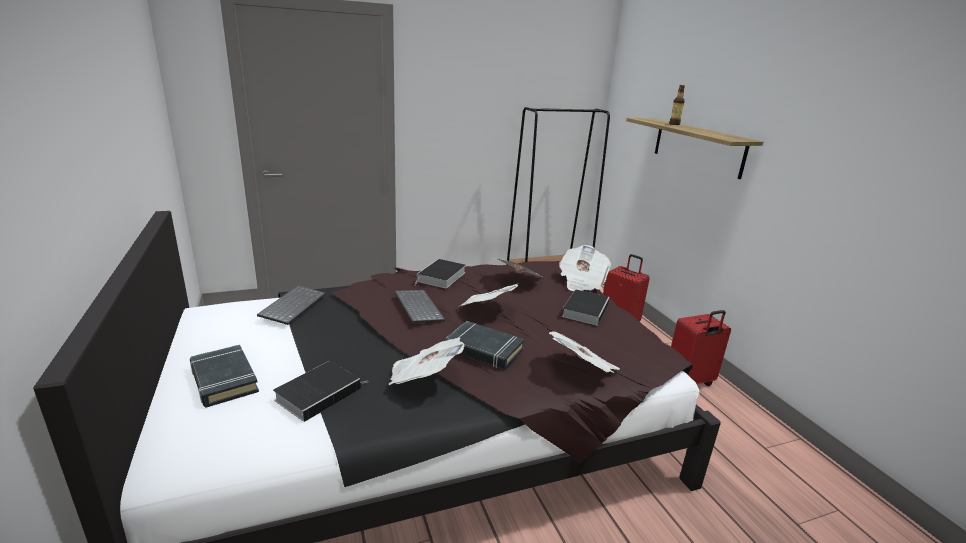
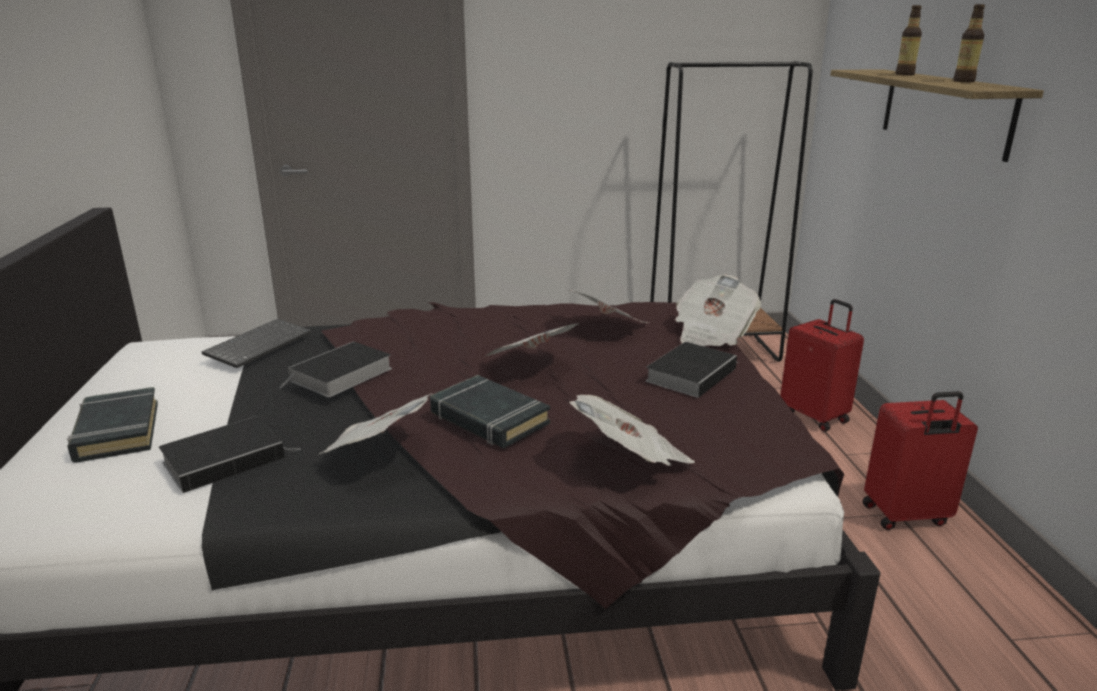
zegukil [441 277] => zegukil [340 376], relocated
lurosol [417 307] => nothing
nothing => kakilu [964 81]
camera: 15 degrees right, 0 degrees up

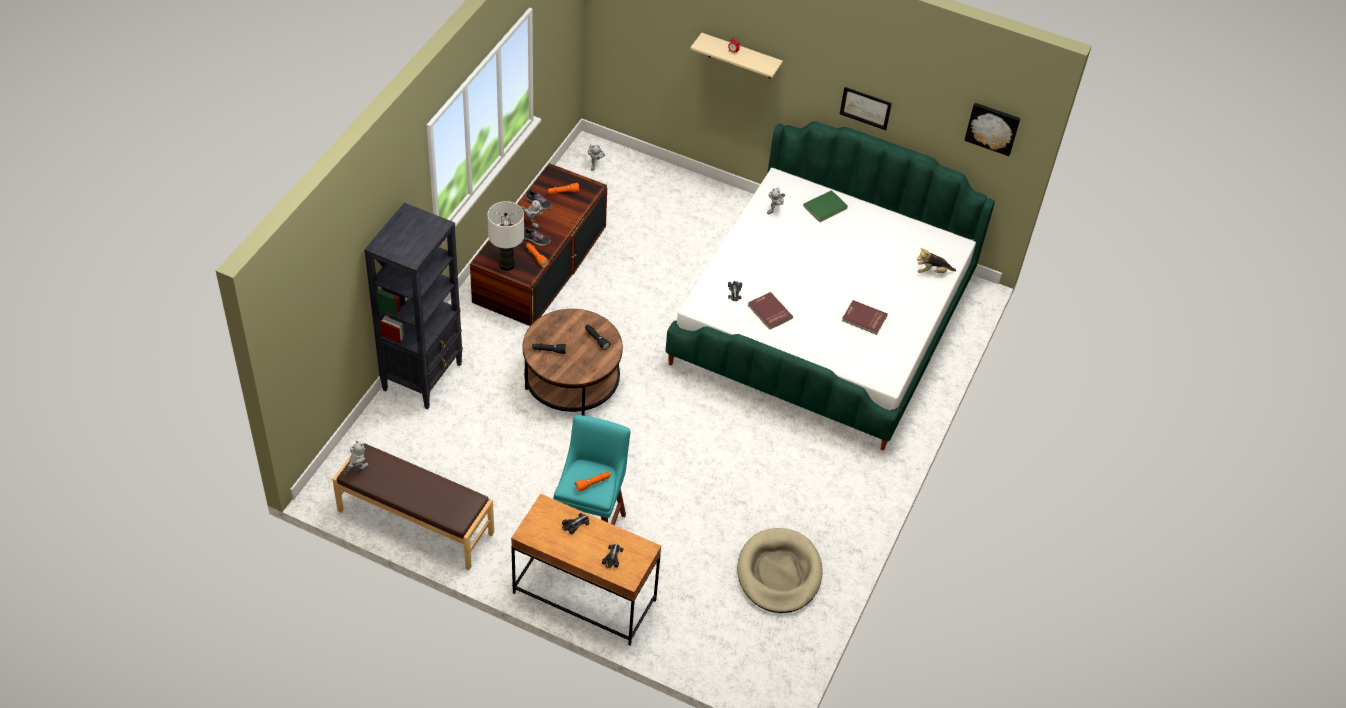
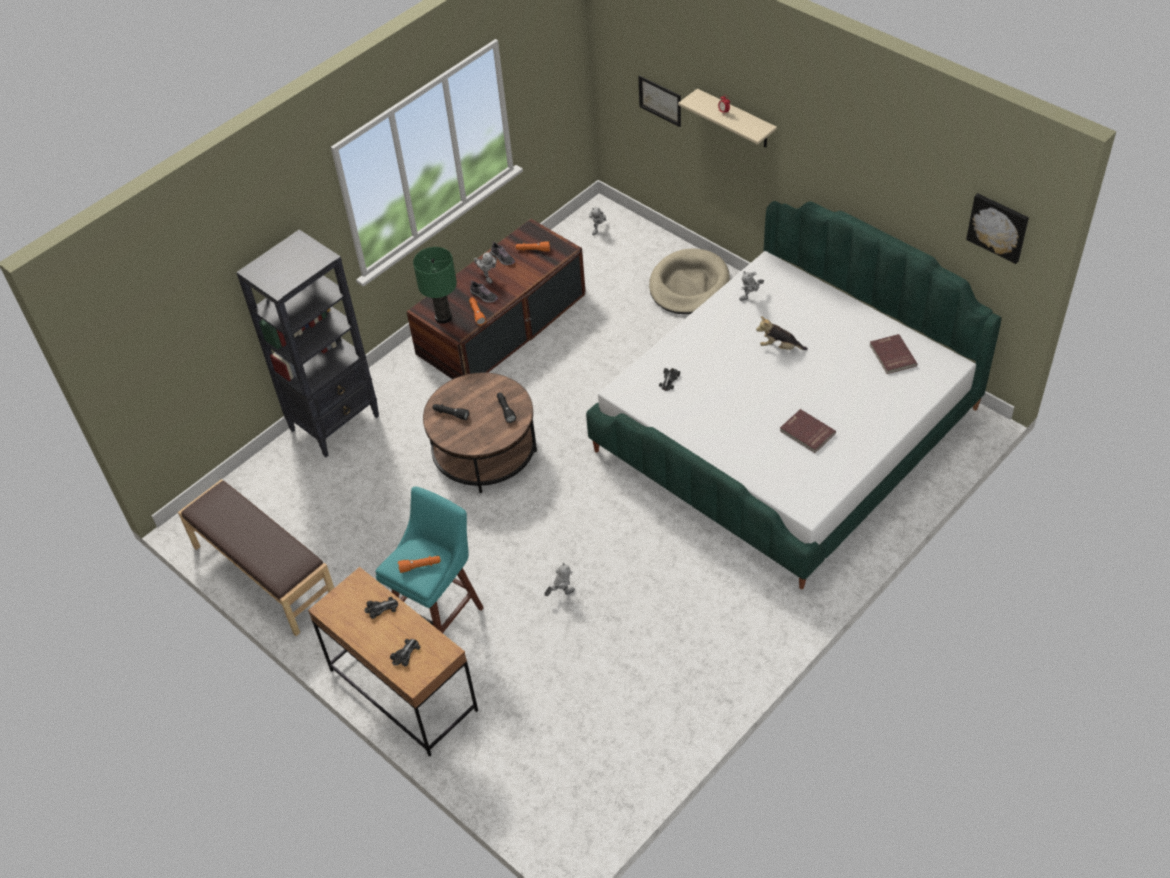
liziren [865 108] => liziren [660 100], relocated
green zegukil [825 208] => nothing
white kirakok [506 264] => green kirakok [443 317]
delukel [932 271] => delukel [779 347], relocated
red zegukil [769 312] => red zegukil [892 355], relocated
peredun [357 470] => peredun [561 593], relocated
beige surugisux [779 573] => beige surugisux [689 285], relocated
camera: 25 degrees right, 0 degrees up

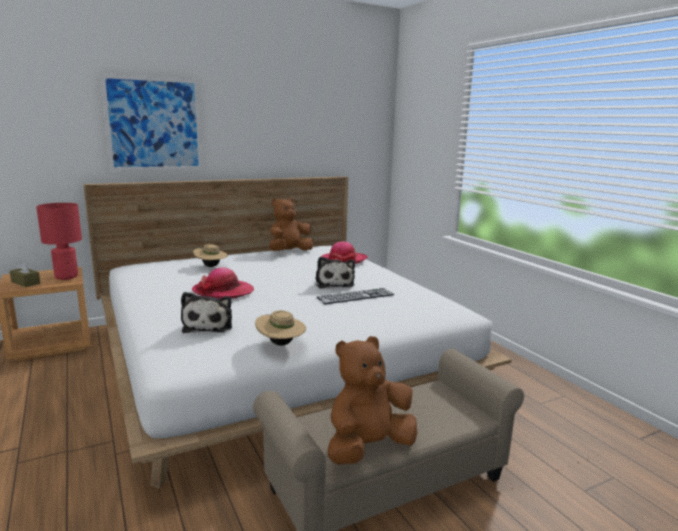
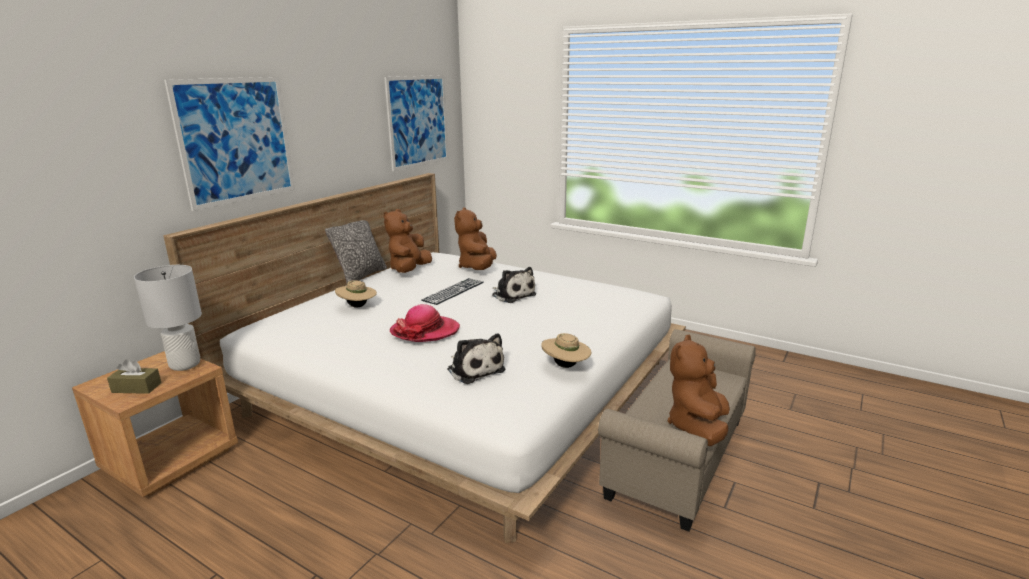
red kirakok [66 278] => grey kirakok [185 366]
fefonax [343 260] => brown delukel [477 268]
lurosol [355 296] => lurosol [453 291], relocated
nothing => liziren [418 121]
nothing => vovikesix [361 276]
camera: 30 degrees left, 5 degrees up

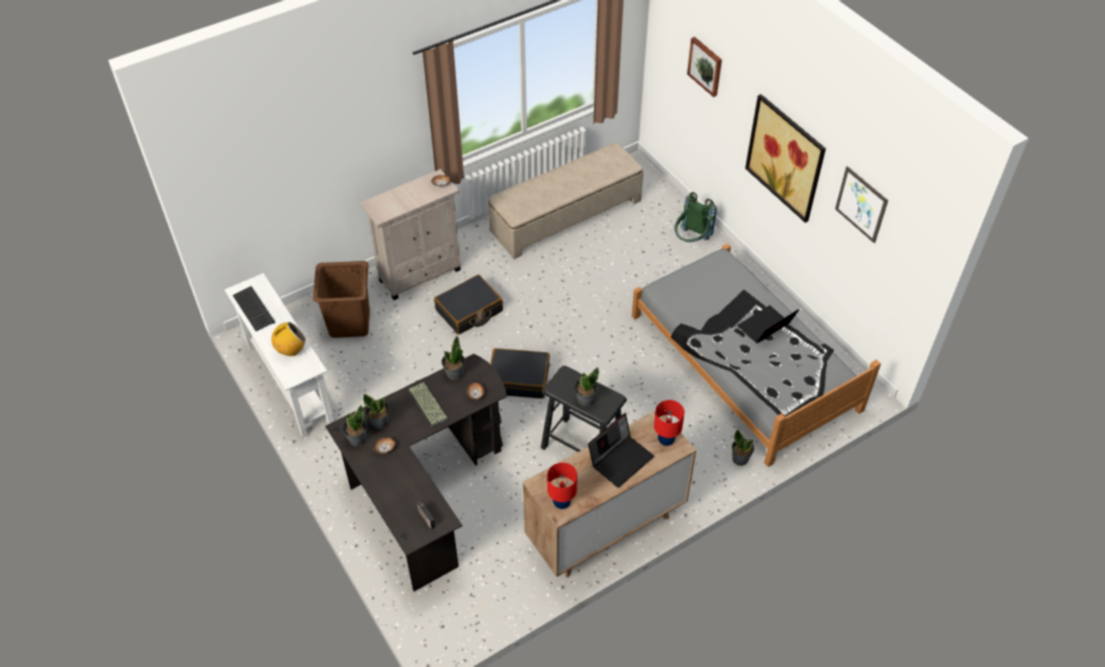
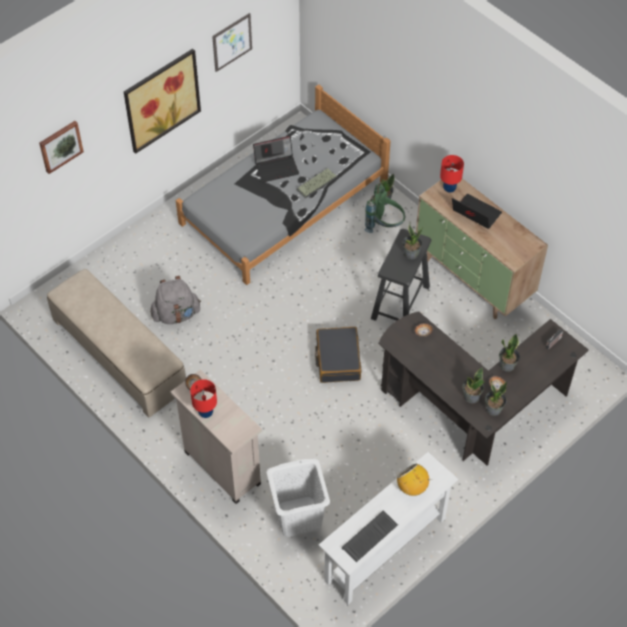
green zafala [691 241] => green zafala [384 225], relocated
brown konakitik [349 323] => white konakitik [298 517]
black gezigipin [469 311] => nothing
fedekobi [765 328] => fedekobi [277 167], 60 degrees counterclockwise
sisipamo [454 374] => sisipamo [507 365], relocated
lurosol [427 404] => lurosol [316 184], relocated
red kirakok [561 504] => red kirakok [206 413], relocated
nothing => grey zafala [176 314]
camera: 100 degrees left, 5 degrees up

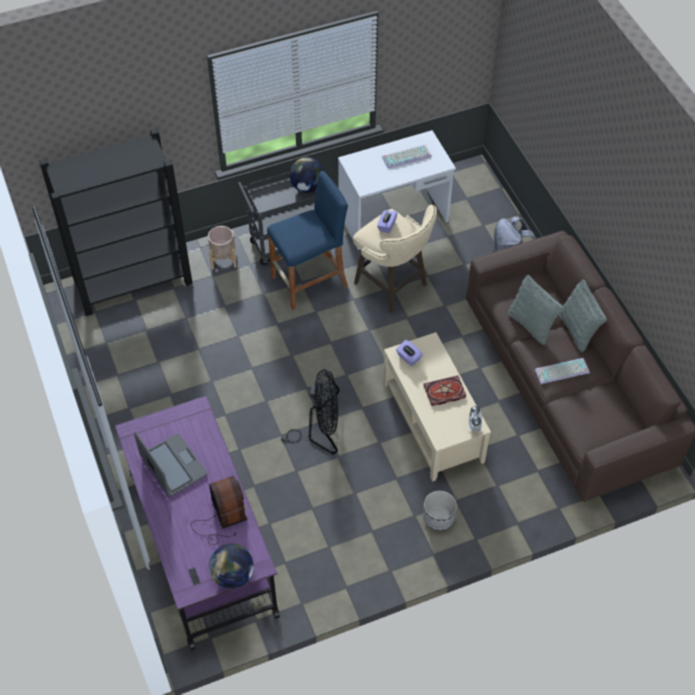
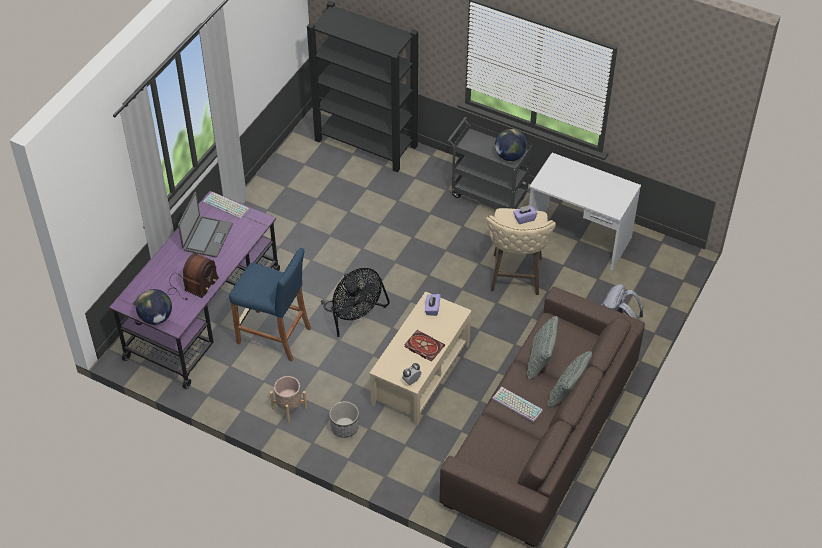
lurosol [407 156] => lurosol [227 205], relocated
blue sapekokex [309 282] => blue sapekokex [273 335], relocated
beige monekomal [223 259] => beige monekomal [289 408], relocated
camera: 50 degrees right, 5 degrees down

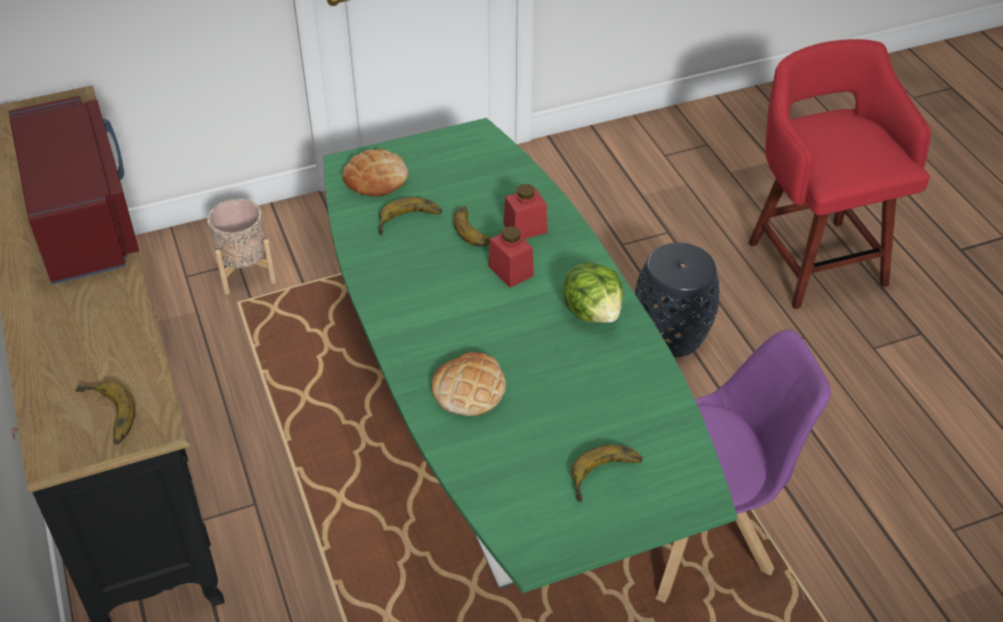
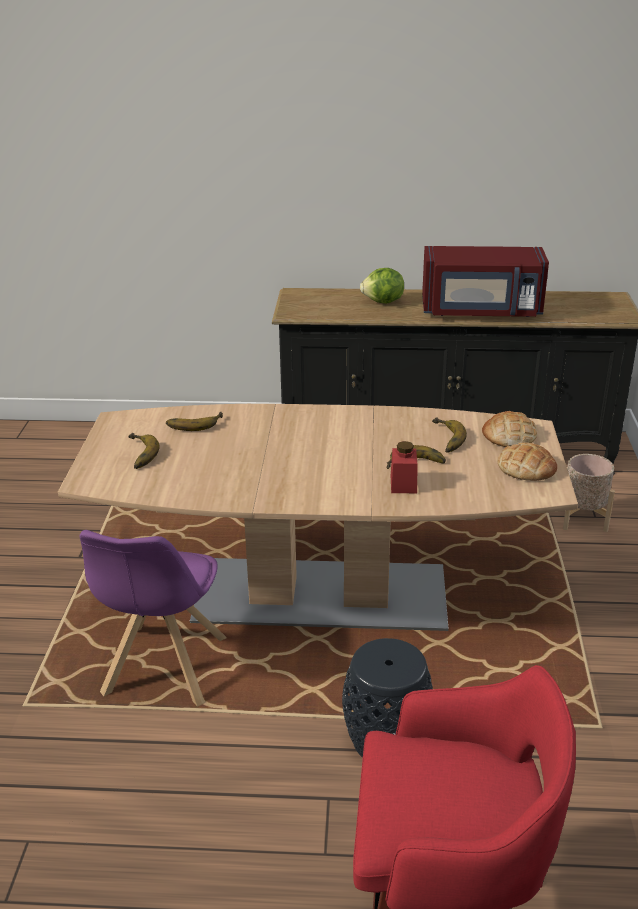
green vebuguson [501 450] => brown vebuguson [319 594]
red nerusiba [511 271] => nothing
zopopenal [593 312] => zopopenal [383 302], relocated
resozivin [469 389] => resozivin [526 468], relocated
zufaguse [104 417] => zufaguse [194 423], relocated
camera: 115 degrees right, 15 degrees down

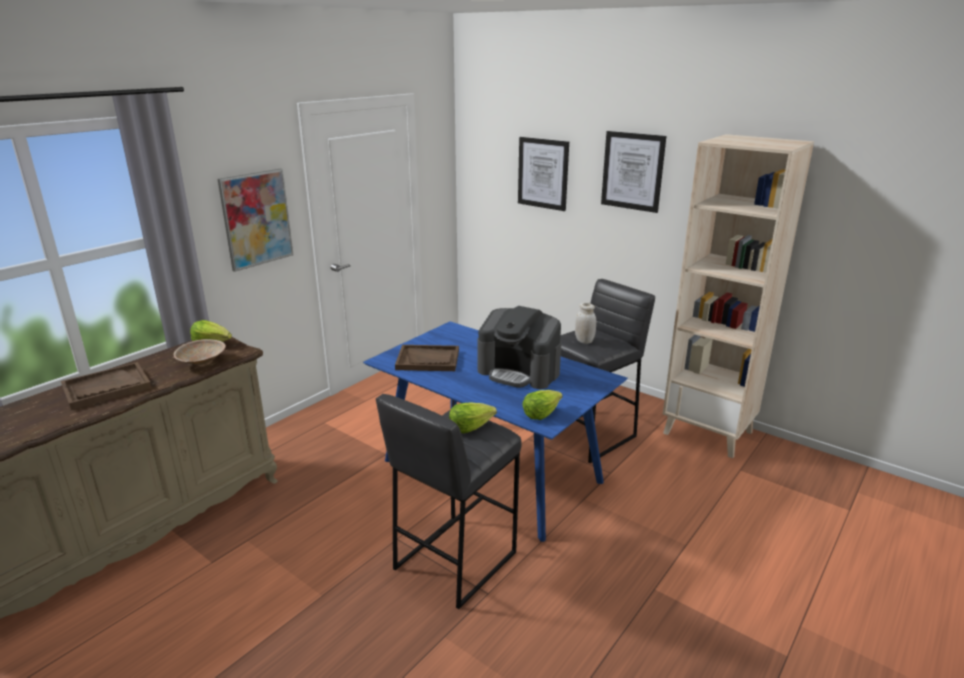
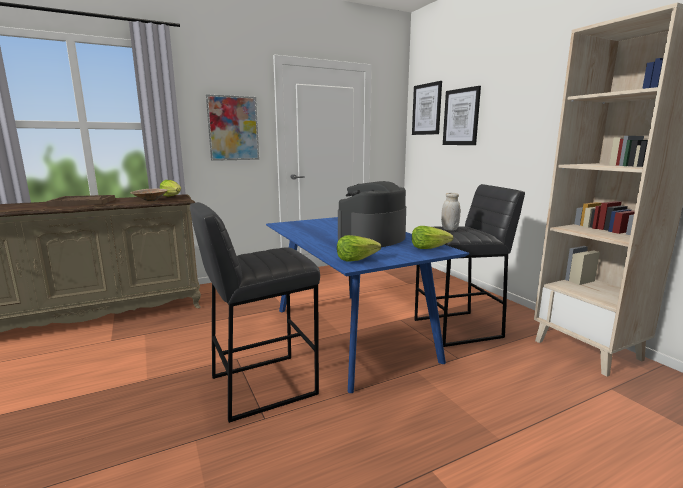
liziren [632 171] => liziren [426 109], relocated
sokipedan [519 371] => sokipedan [372 239], 75 degrees clockwise
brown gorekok [428 360] => nothing
zopopenal [470 427] => zopopenal [429 248], relocated
camera: 25 degrees right, 10 degrees down

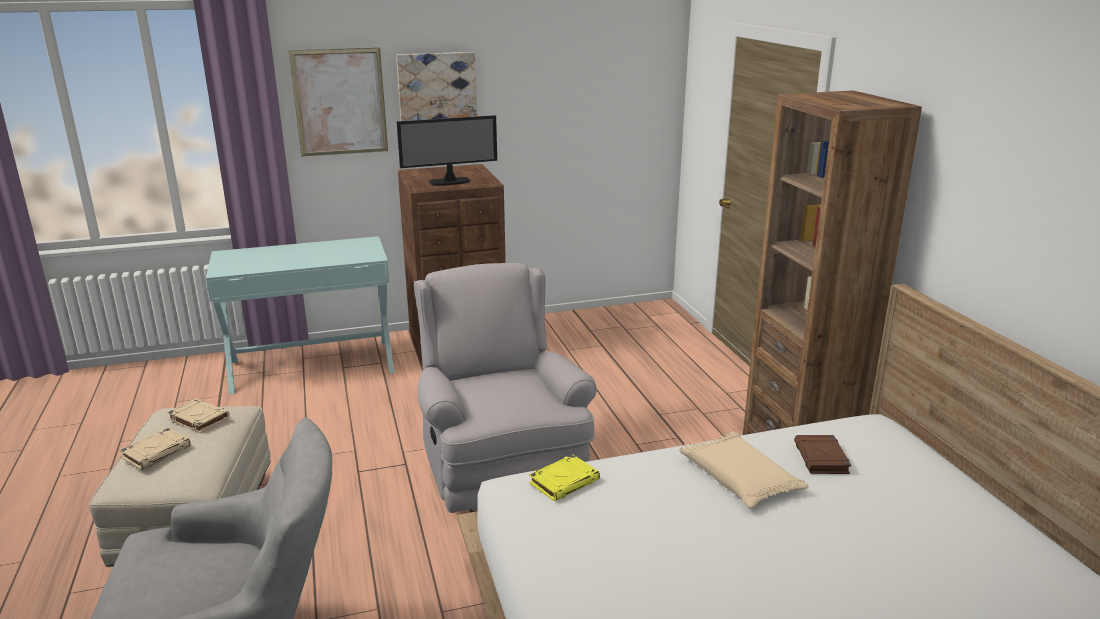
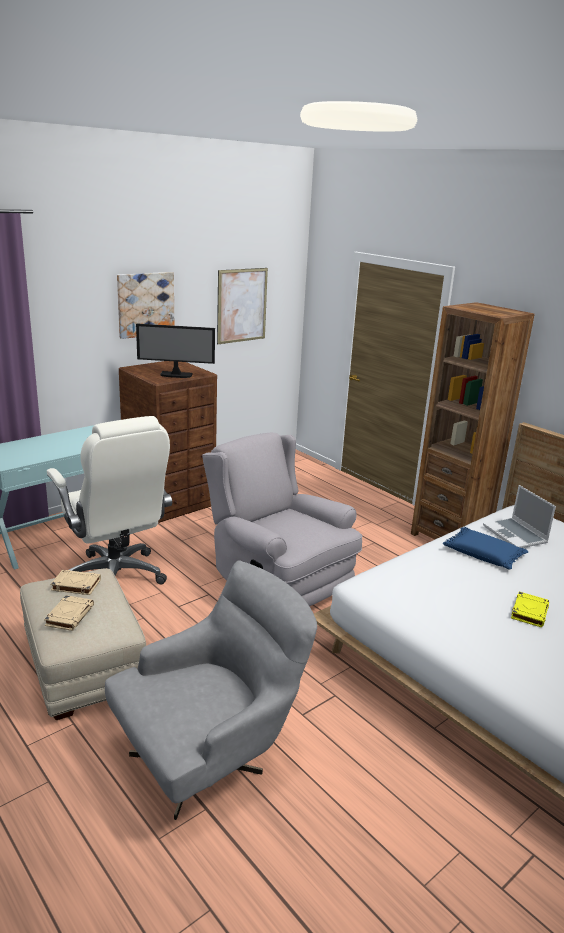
liziren [340 102] => liziren [242 305], relocated
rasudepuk [450 182] => rasudepuk [176 375], 45 degrees clockwise
beige vovikesix [740 476] => blue vovikesix [484 553]
brown zegukil [821 459] => fedekobi [515 535]
yellow zegukil [564 481] => yellow zegukil [529 612], relocated
nothing => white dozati [116 577]
camera: 25 degrees left, 0 degrees up

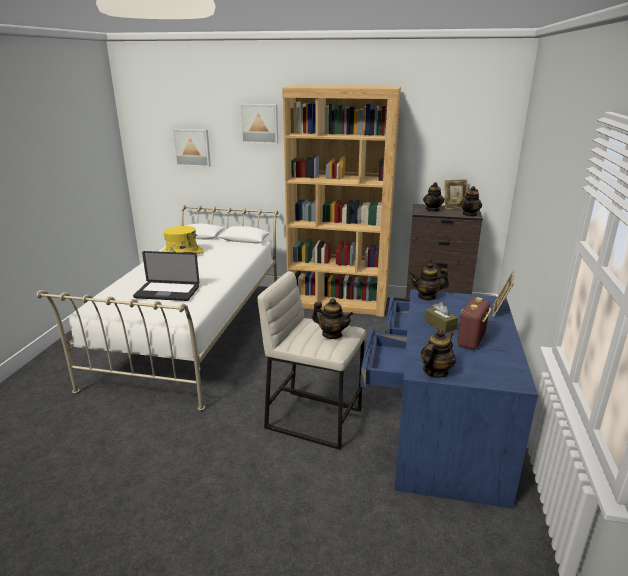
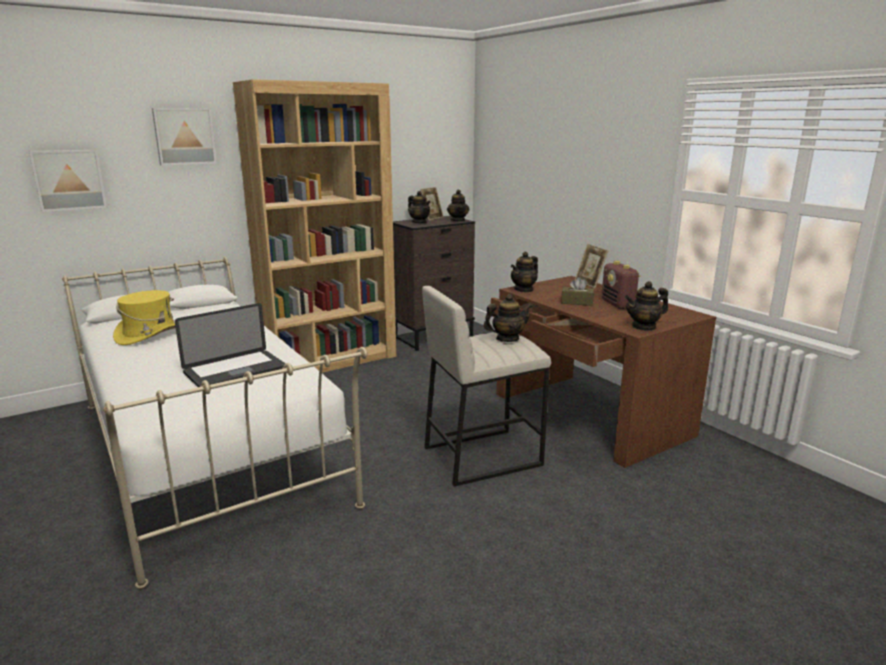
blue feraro [437 432] => brown feraro [583 417]
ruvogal [435 372] => ruvogal [644 327], 105 degrees counterclockwise
camera: 45 degrees left, 5 degrees down

